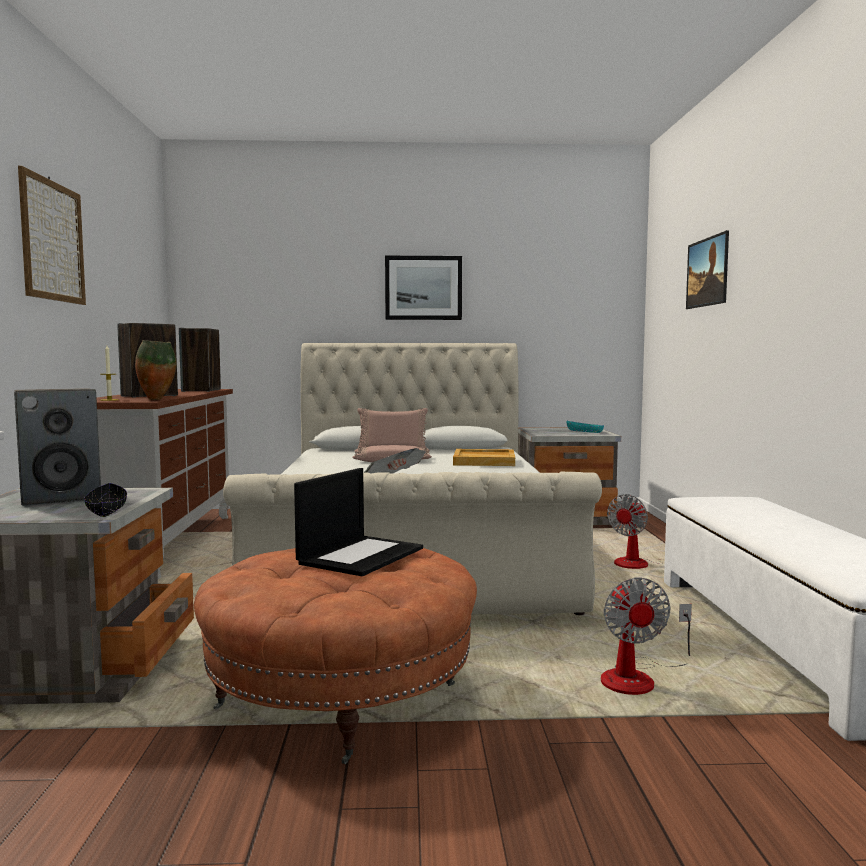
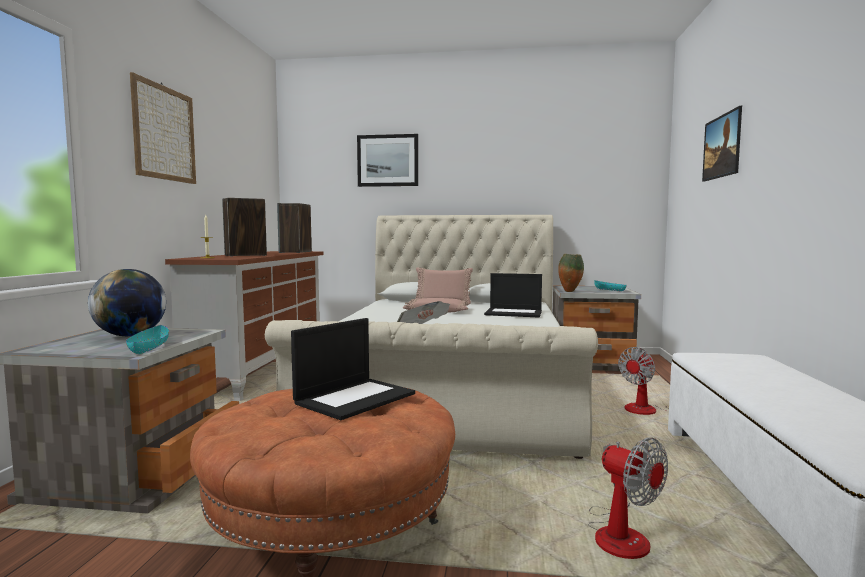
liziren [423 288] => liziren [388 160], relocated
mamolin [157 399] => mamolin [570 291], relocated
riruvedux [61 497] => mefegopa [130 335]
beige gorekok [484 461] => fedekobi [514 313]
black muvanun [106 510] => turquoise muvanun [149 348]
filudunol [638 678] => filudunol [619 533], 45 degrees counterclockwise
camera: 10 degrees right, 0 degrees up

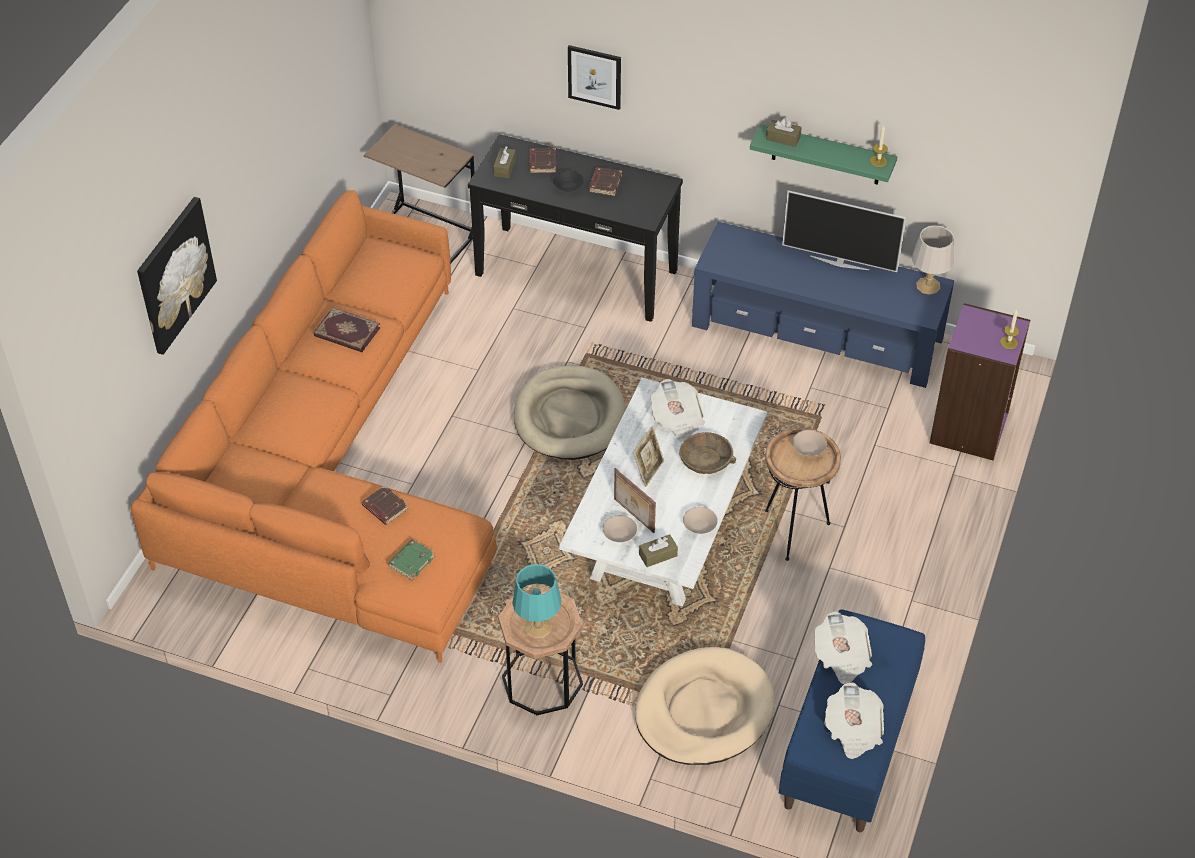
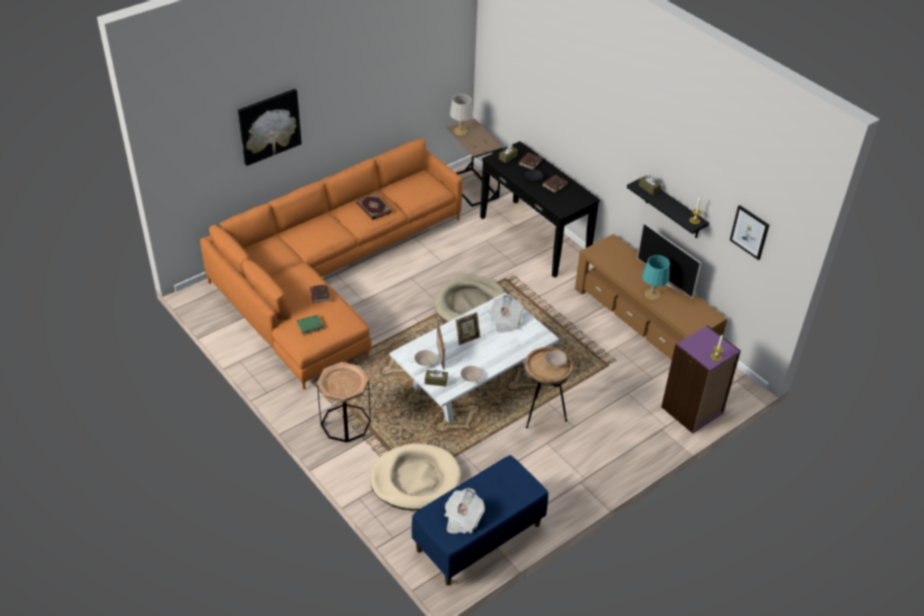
liziren [594 76] => liziren [749 232], relocated
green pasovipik [826 155] => black pasovipik [673 209]
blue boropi [817 332] => brown boropi [643 322]
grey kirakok [928 286] => grey kirakok [460 131], relocated
brown muvanun [706 460] => nothing
turquoise kirakok [538 627] => turquoise kirakok [652 295], relocated
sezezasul [841 658] => nothing
camera: 30 degrees right, 5 degrees down

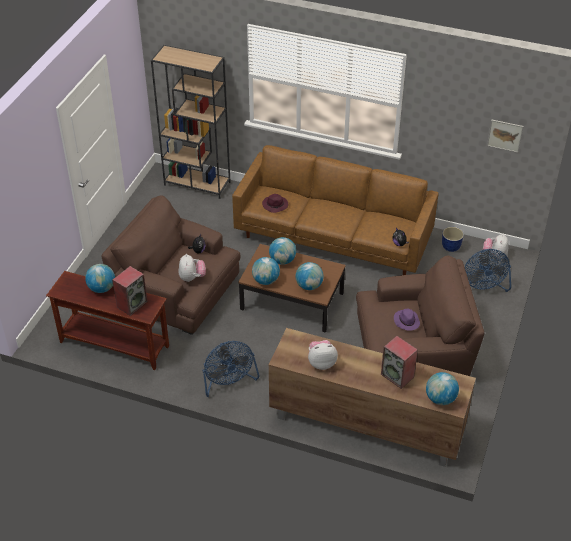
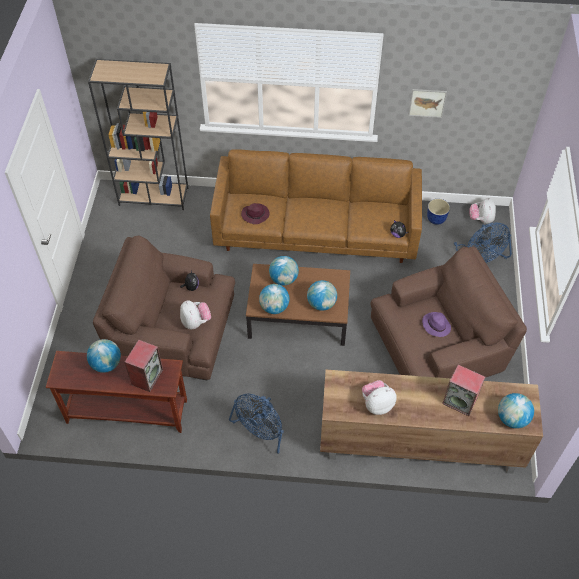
liziren [505 135] => liziren [427 103], relocated
blue filudunol [226 381] => blue filudunol [261 427], 75 degrees clockwise
camera: 15 degrees left, 10 degrees up

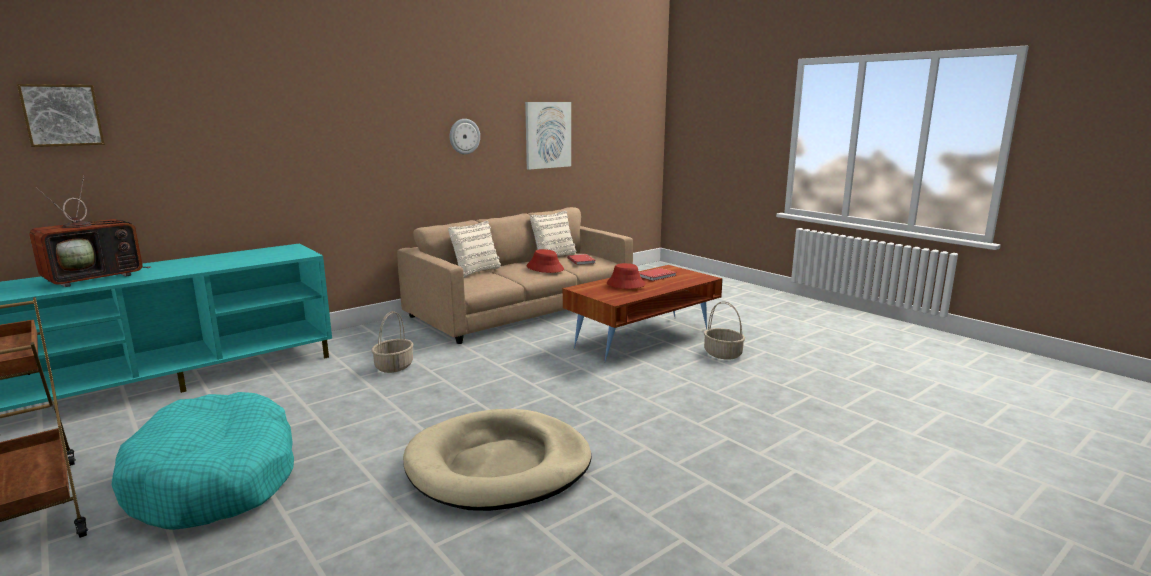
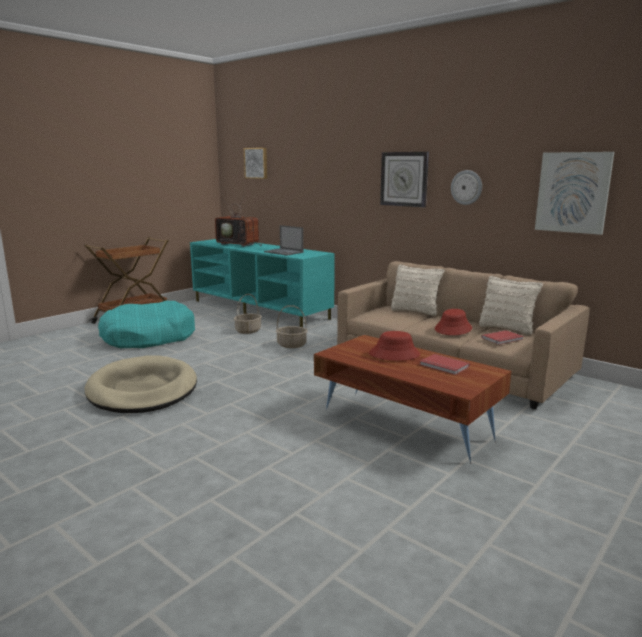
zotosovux [723 354] => zotosovux [248 331], relocated
nothing => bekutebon [404 179]
nothing => fedekobi [284 252]
camera: 80 degrees right, 0 degrees up

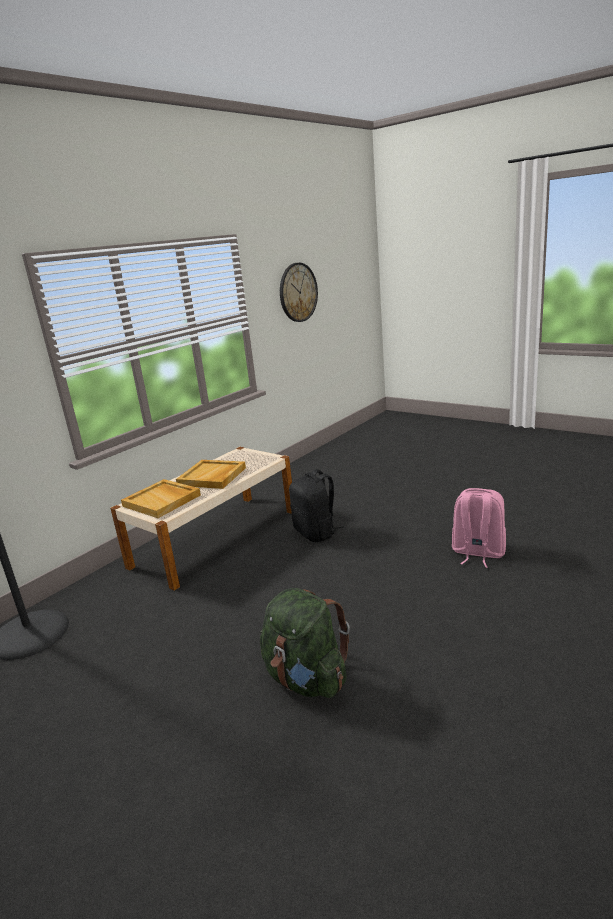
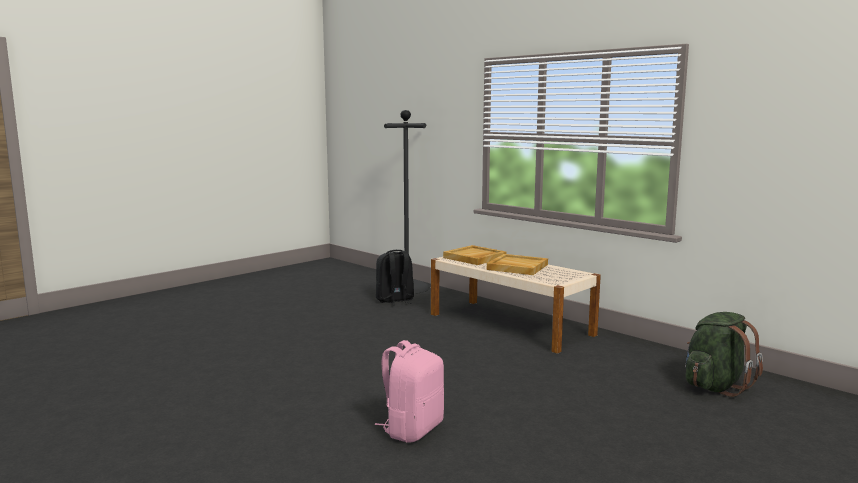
bekutebon [298 292] => nothing
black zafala [316 533] => black zafala [394 300], relocated
green zafala [307 679] => green zafala [715 386], relocated
camera: 95 degrees right, 10 degrees down

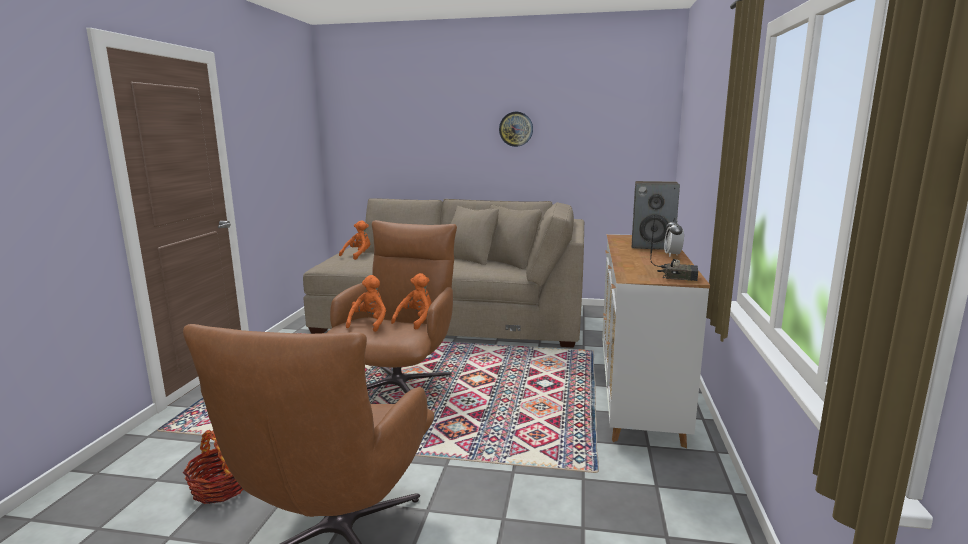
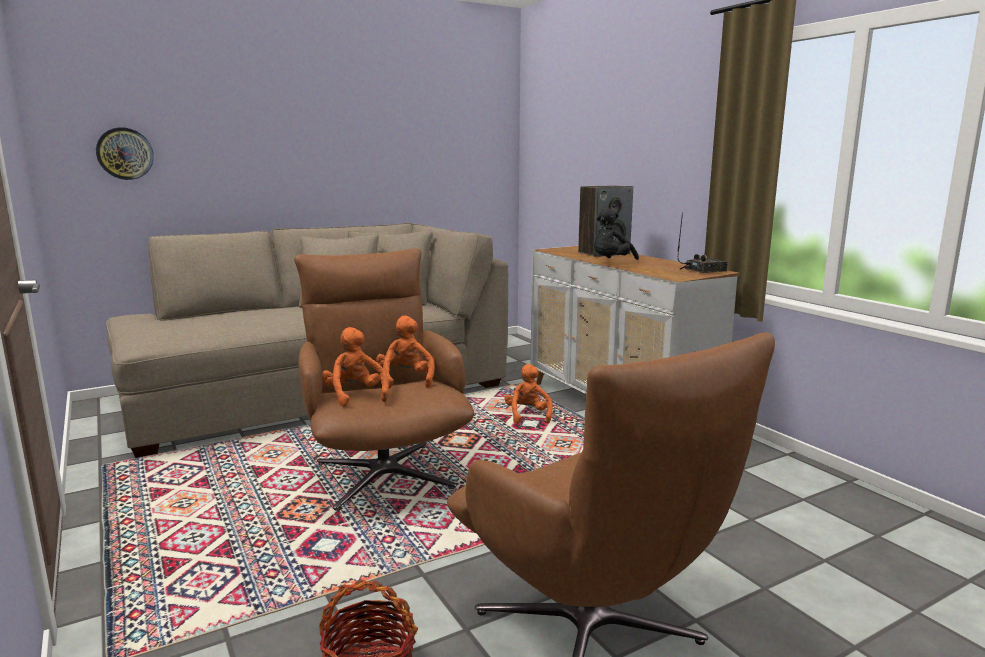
bekutebon [516 129] => bekutebon [125 153], relocated
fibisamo [672 255] => nothing
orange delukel [358 255] => orange delukel [528 415], relocated
nothing => black delukel [611 262]
camera: 40 degrees left, 0 degrees up

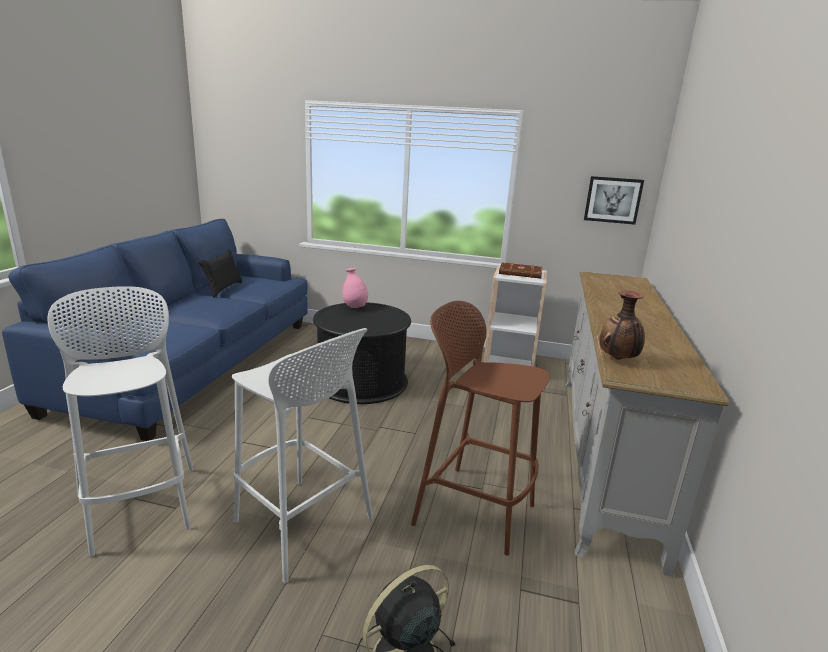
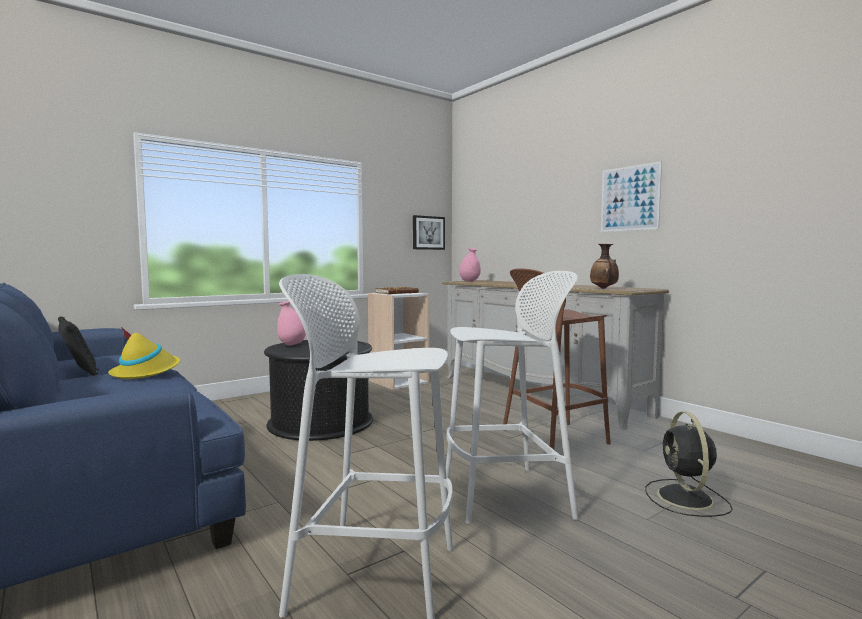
nothing => liziren [629 198]
nothing => pink mamolin [469 281]
nothing => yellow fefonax [146 372]
camera: 50 degrees left, 15 degrees down

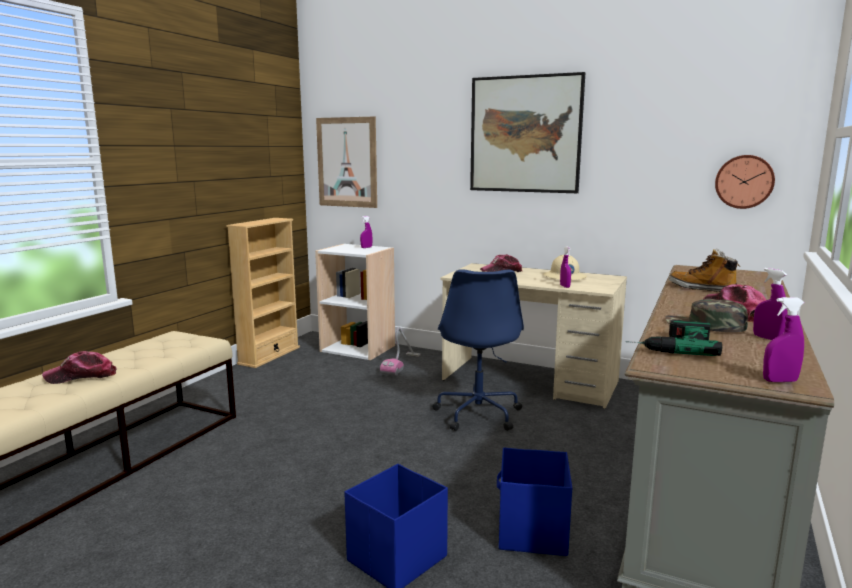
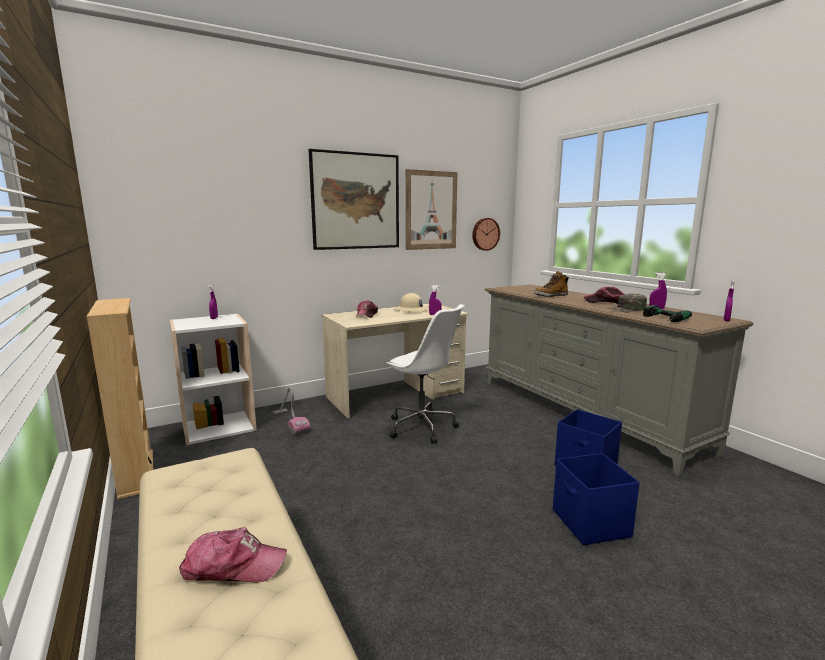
liziren [347 162] => liziren [431 210], relocated
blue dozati [478 415] => white dozati [423 428]
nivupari [81 376] => nivupari [233 566], 105 degrees counterclockwise
camera: 55 degrees left, 0 degrees up

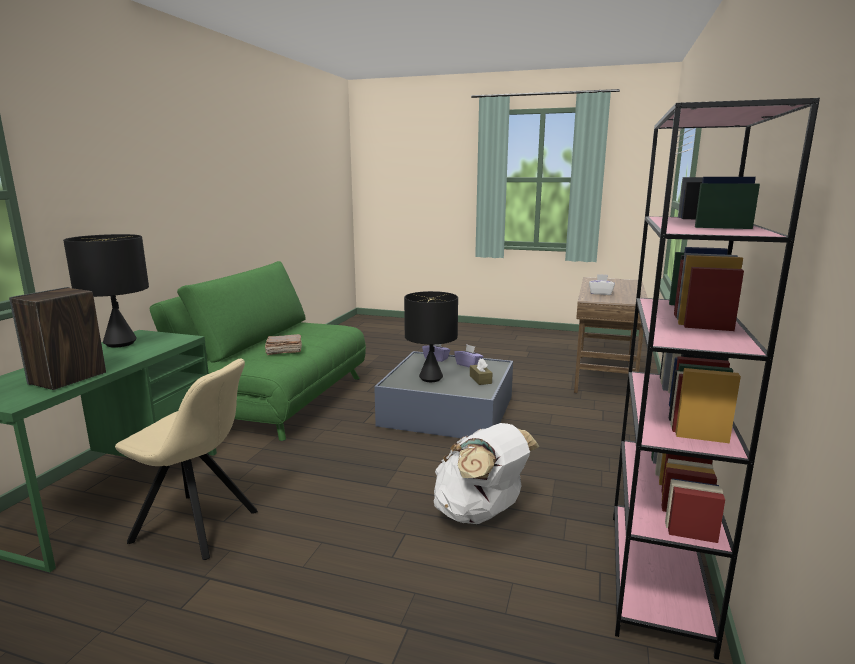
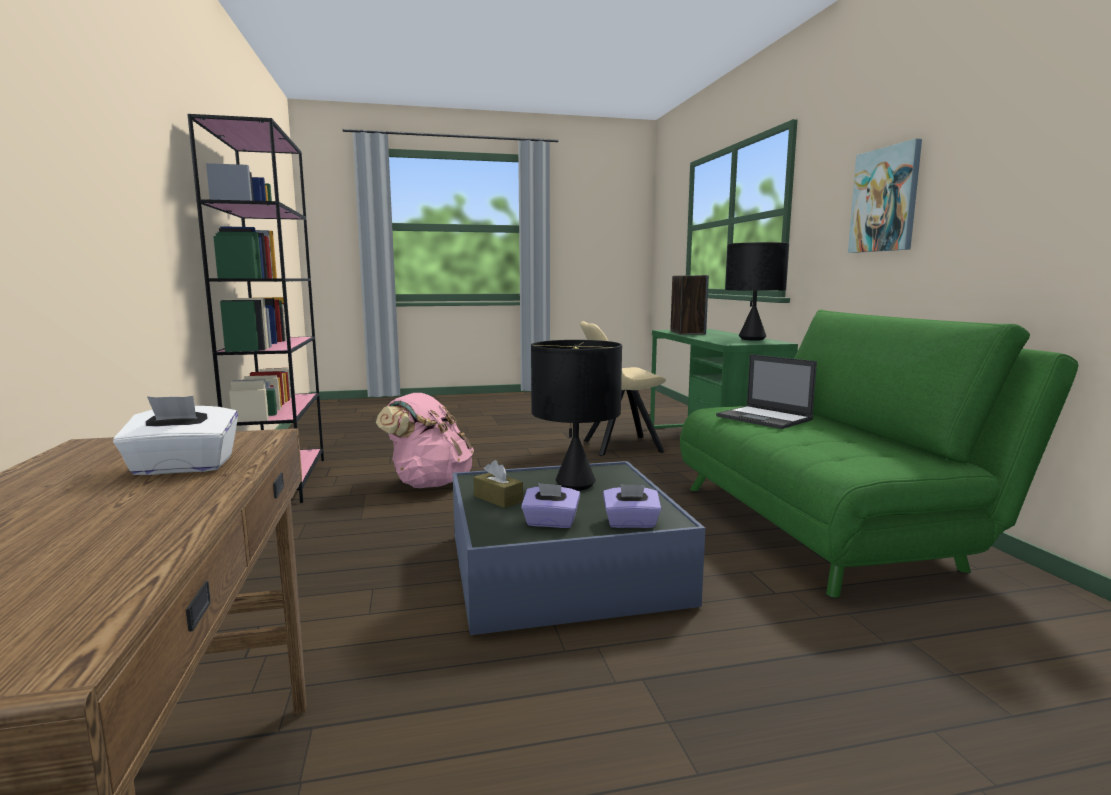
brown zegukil [283 351] => fedekobi [765 418]
white zafala [480 514] => pink zafala [429 483]
nothing => liziren [885 200]
camera: 150 degrees right, 5 degrees down

